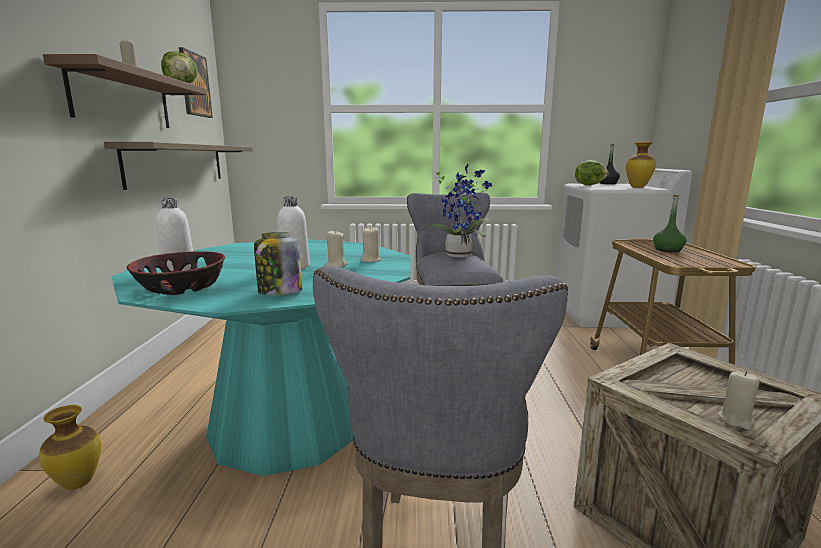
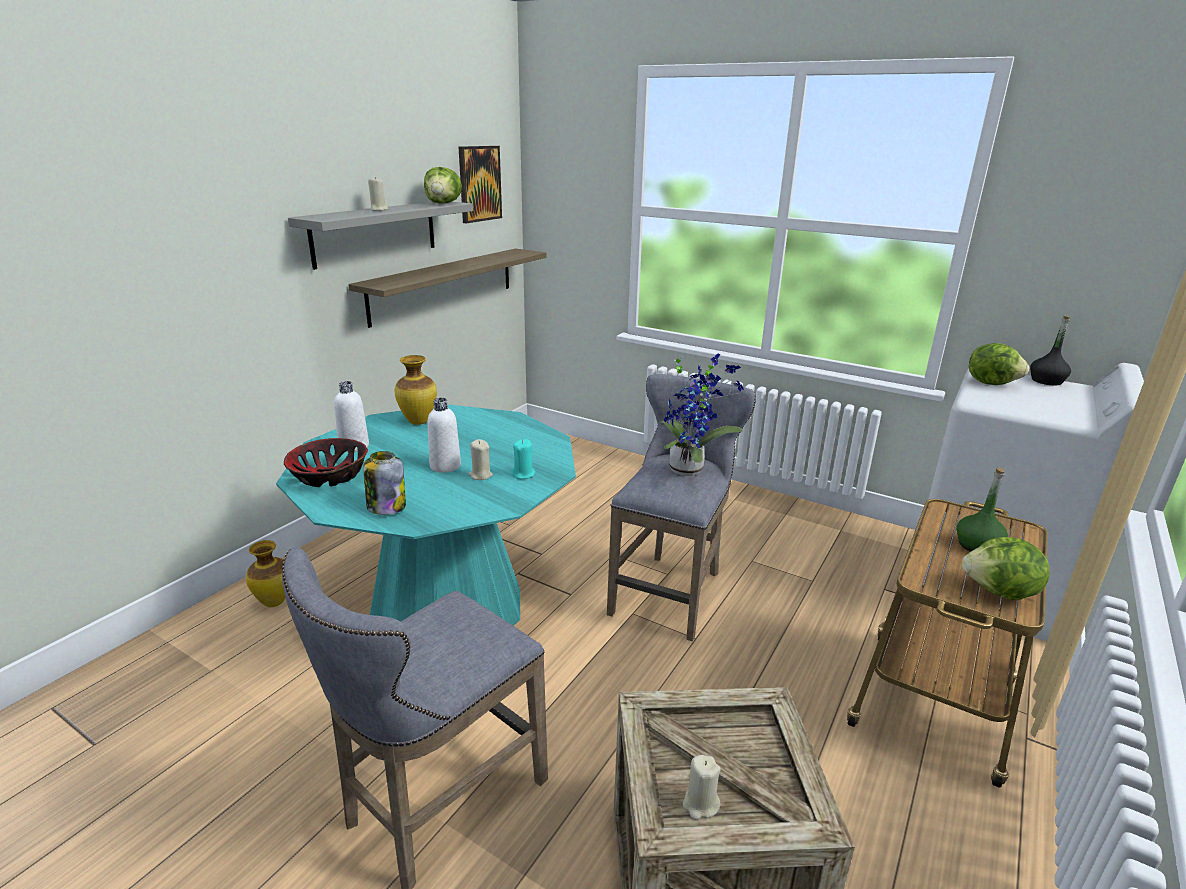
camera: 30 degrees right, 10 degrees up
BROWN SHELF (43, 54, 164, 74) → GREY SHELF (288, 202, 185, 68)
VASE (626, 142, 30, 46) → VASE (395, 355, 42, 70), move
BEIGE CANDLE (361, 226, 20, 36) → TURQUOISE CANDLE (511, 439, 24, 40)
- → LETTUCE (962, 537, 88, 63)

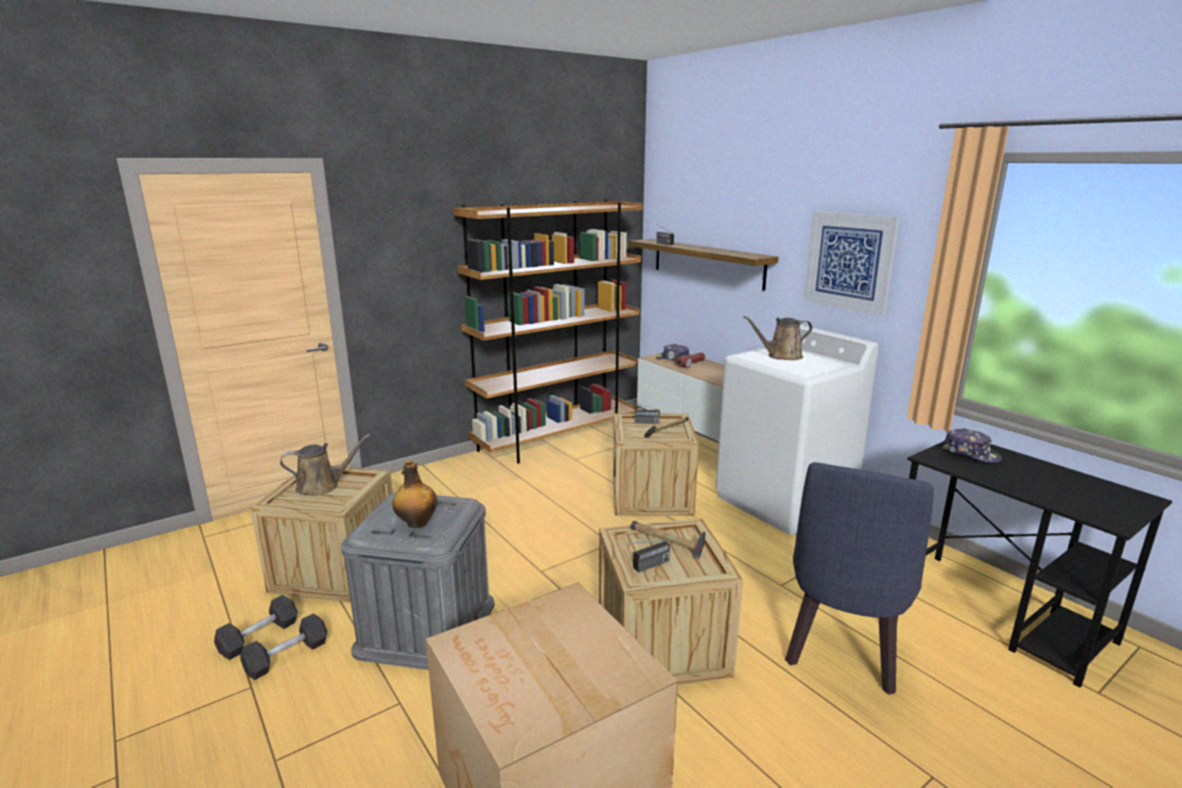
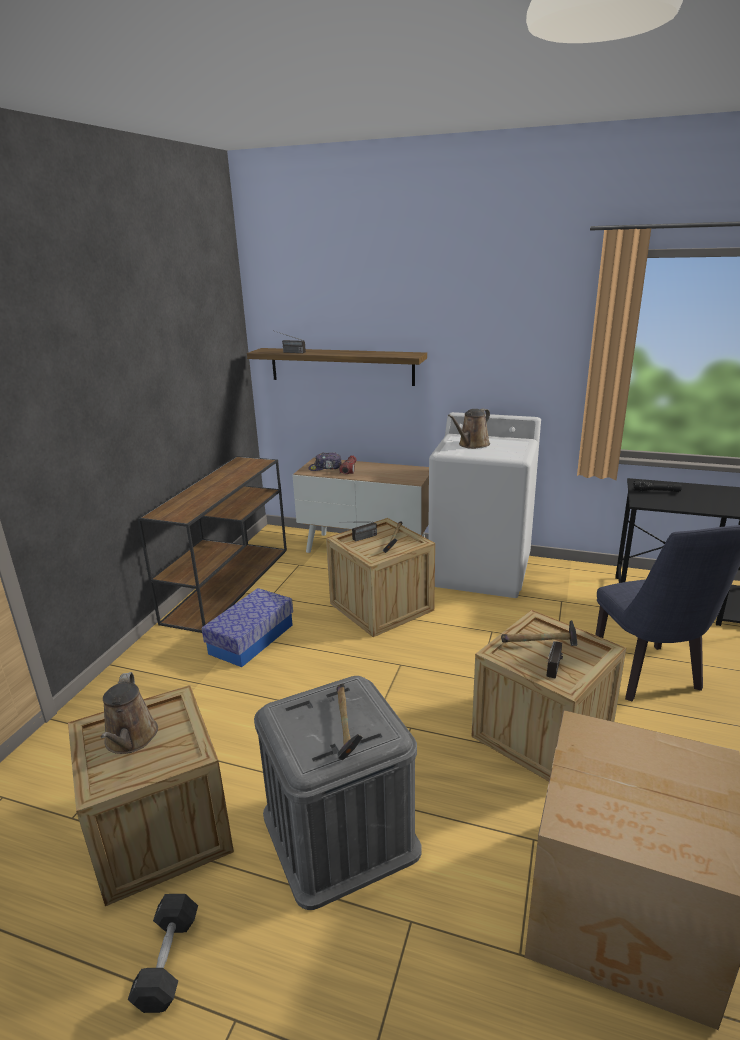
camera: 35 degrees left, 5 degrees up
BROWN WATERING CAN (280, 434, 90, 62) → BROWN WATERING CAN (100, 672, 58, 82), 135 degrees clockwise
BROWN BOOKCASE (453, 199, 189, 264) → BROWN CONSOLE TABLE (138, 456, 149, 177)
- → STORAGE BOX (202, 588, 91, 79)
BOTTLE (392, 460, 45, 68) → HAMMER (337, 684, 26, 76)
CAP (942, 428, 60, 35) → BLACK FLASHLIGHT (633, 480, 49, 12)
BLACK DUMBBELL (240, 613, 87, 67) → -
PICTURE (803, 211, 97, 105) → -

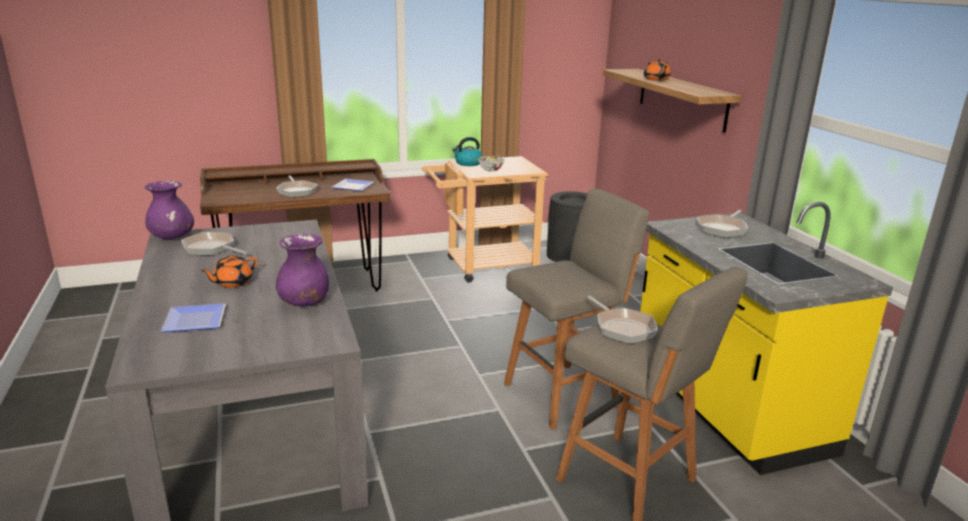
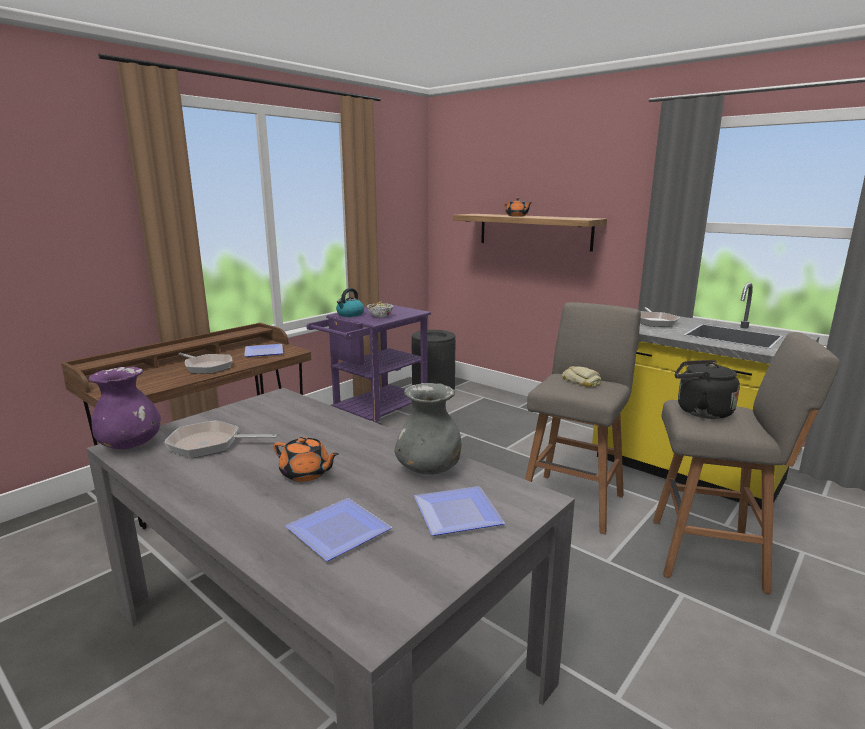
camera: 30 degrees left, 5 degrees down
ORANGE TEAPOT (201, 255, 56, 33) → ORANGE TEAPOT (273, 437, 66, 45), 75 degrees counterclockwise
BEIGE CART (422, 156, 126, 127) → PURPLE CART (306, 305, 125, 120)
PURPLE VASE (276, 234, 53, 73) → GREY VASE (394, 383, 67, 91)
- → PLATE (414, 486, 91, 50)
- → BREAD (562, 366, 39, 21)
FRYING PAN (587, 296, 71, 48) → BLACK KETTLE (675, 360, 65, 59)

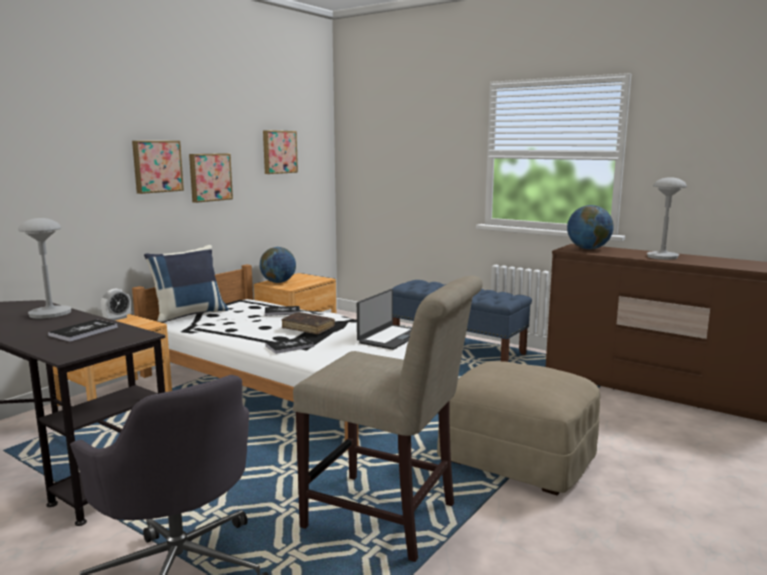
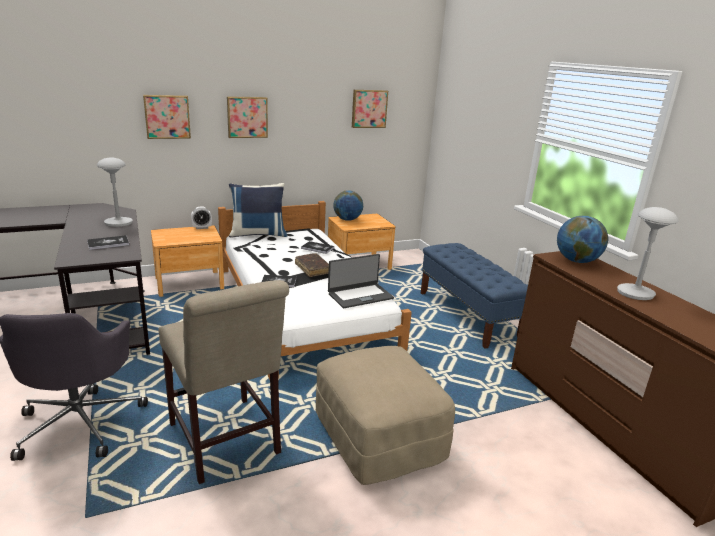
camera: 30 degrees right, 10 degrees up
PICTURE (189, 153, 44, 50) → PICTURE (143, 95, 48, 44), move

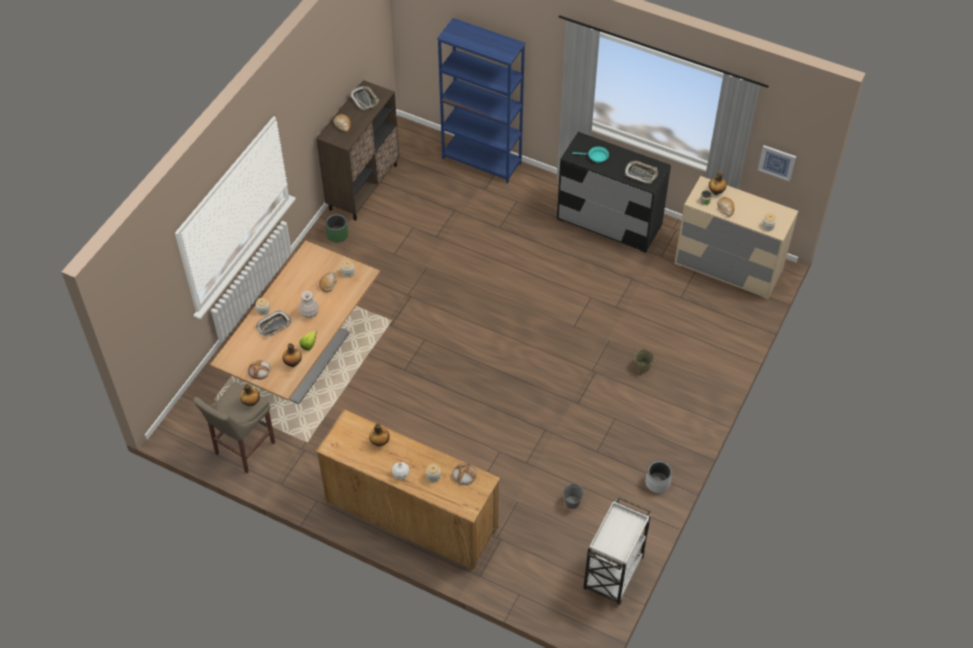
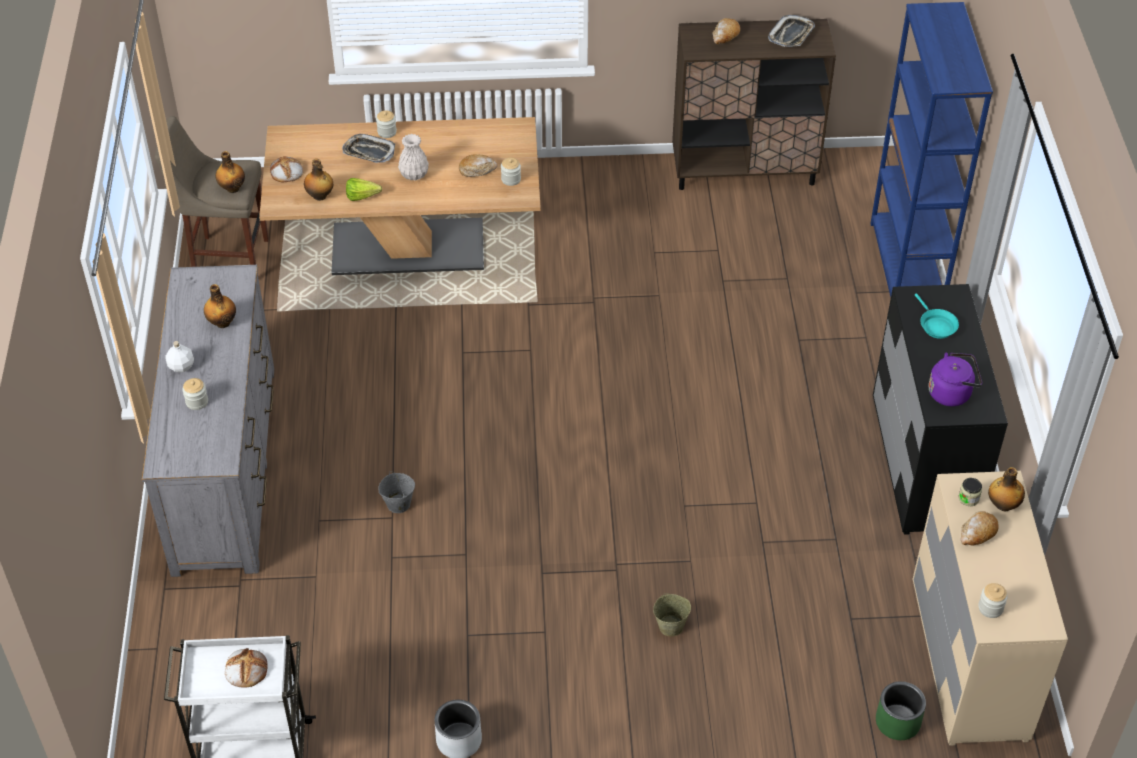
camera: 60 degrees right, 5 degrees down
BROWN DRESSER (315, 409, 185, 161) → GREY DRESSER (142, 265, 132, 312)
BREAD (452, 463, 25, 22) → BREAD (225, 648, 43, 40), move
GREY BUCKET (563, 484, 21, 25) → GREY BUCKET (378, 471, 37, 42), move
GREEN PLANTER (325, 214, 24, 28) → GREEN PLANTER (876, 681, 50, 59), move
TRAY (625, 161, 33, 23) → PURPLE KETTLE (928, 352, 54, 54)
PICTURE (758, 145, 38, 37) → -

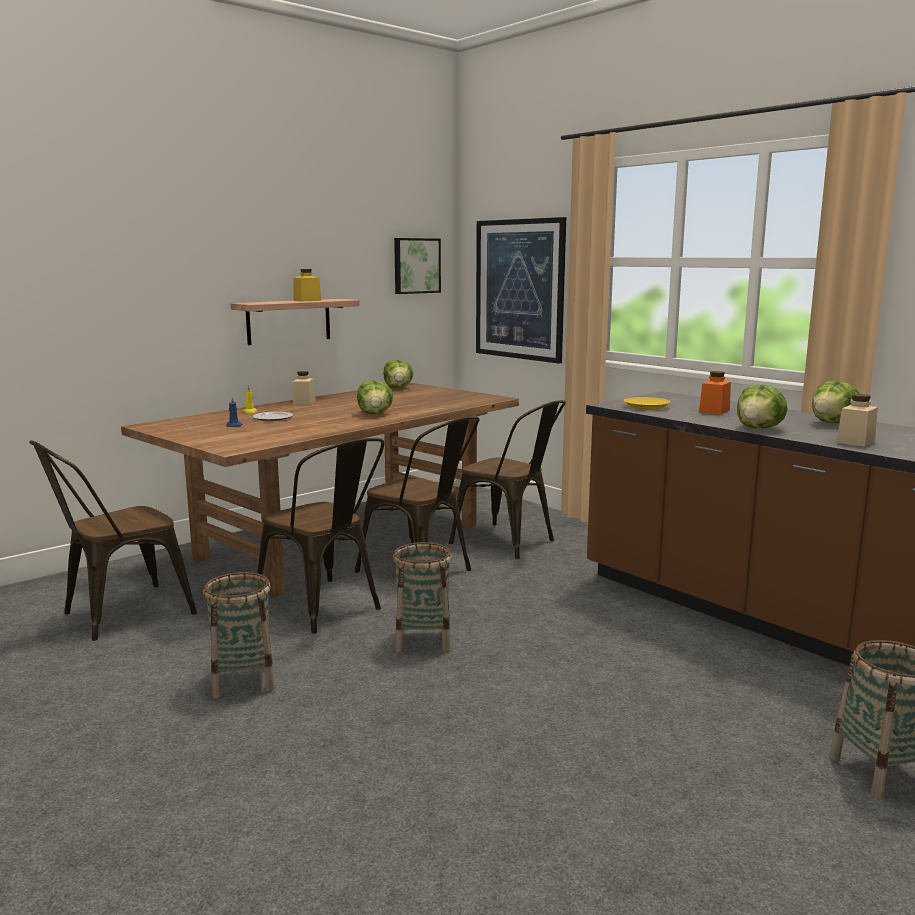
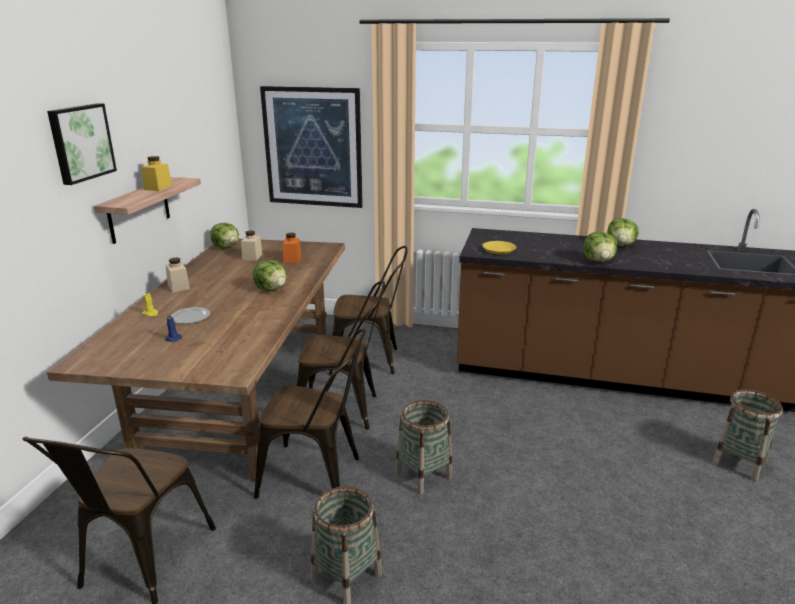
camera: 35 degrees left, 10 degrees up
PICTURE (394, 238, 47, 56) → PICTURE (47, 103, 70, 82), move
BEIGE JAR (836, 394, 42, 53) → BEIGE JAR (241, 230, 22, 31), move
ORANGE JAR (699, 371, 32, 44) → ORANGE JAR (283, 233, 18, 30), move

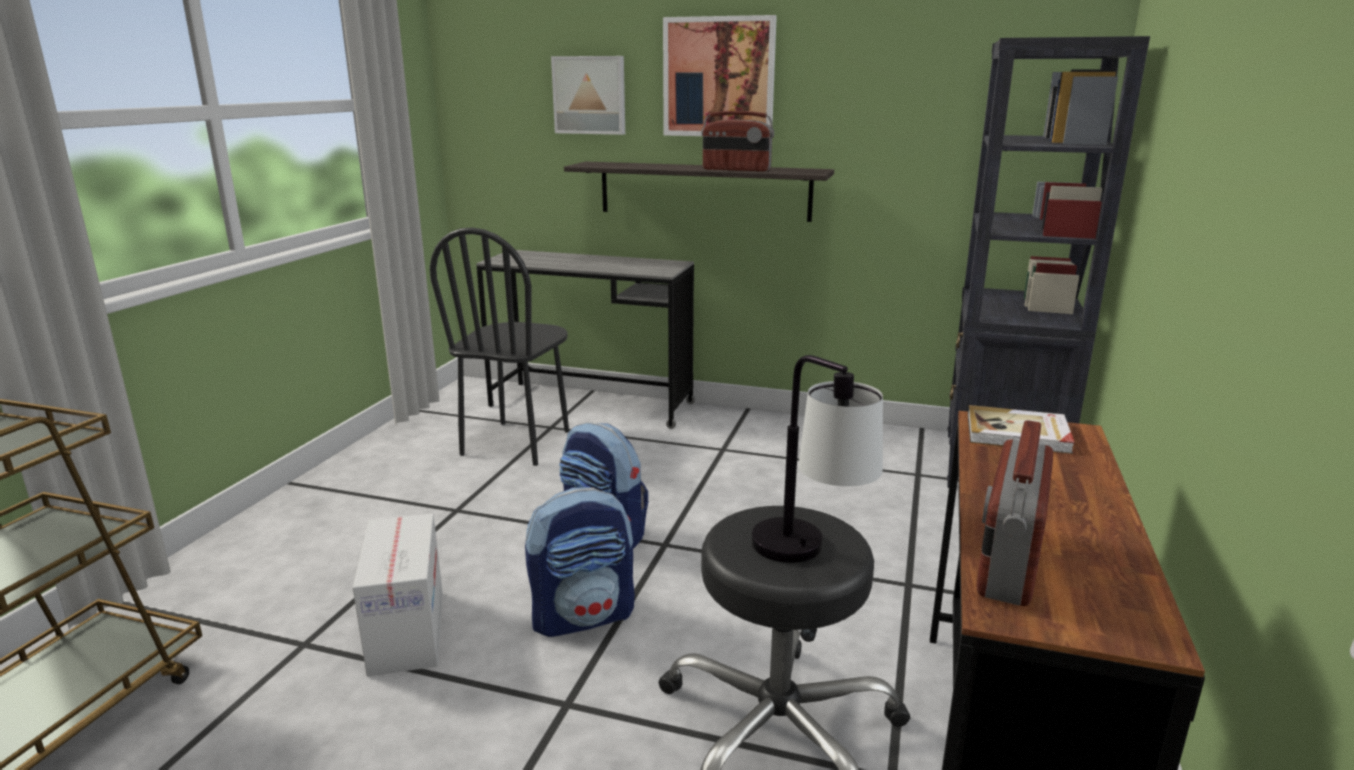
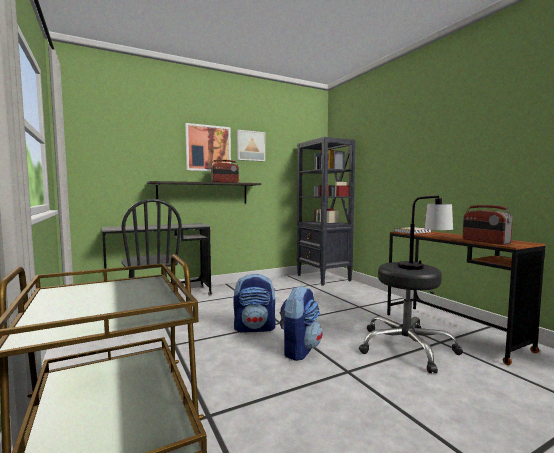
camera: 45 degrees left, 15 degrees down
PICTURE (551, 56, 74, 79) → PICTURE (237, 130, 28, 32), move
CARDBOARD BOX (353, 513, 90, 163) → -

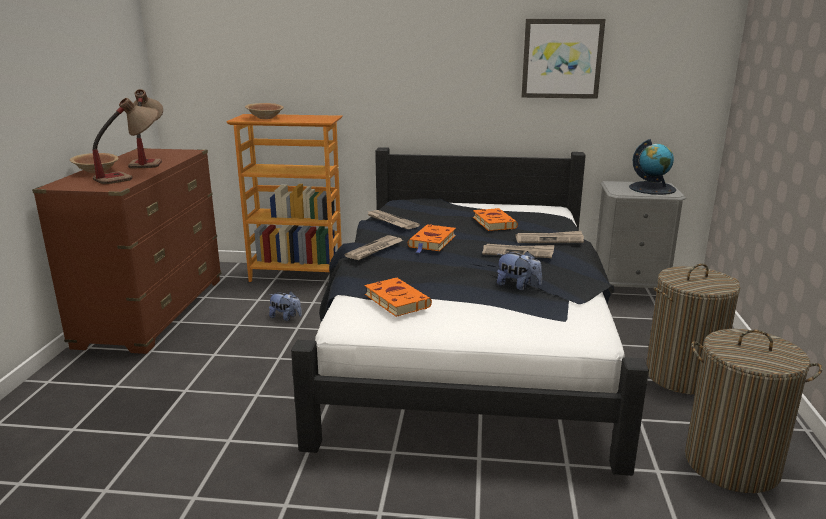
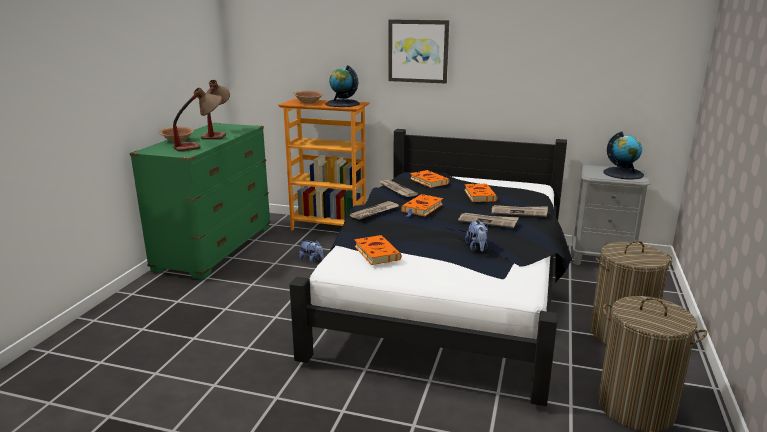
camera: 10 degrees right, 0 degrees up
BROWN DRESSER (32, 148, 189, 206) → GREEN DRESSER (130, 123, 141, 157)
- → GLOBE (325, 65, 35, 42)
PICTURE (521, 19, 85, 80) → PICTURE (388, 19, 61, 65), move
- → ORANGE BOOK (410, 170, 39, 18)
PLUSH TOY (497, 251, 45, 39) → PLUSH TOY (465, 219, 23, 33), 45 degrees clockwise

